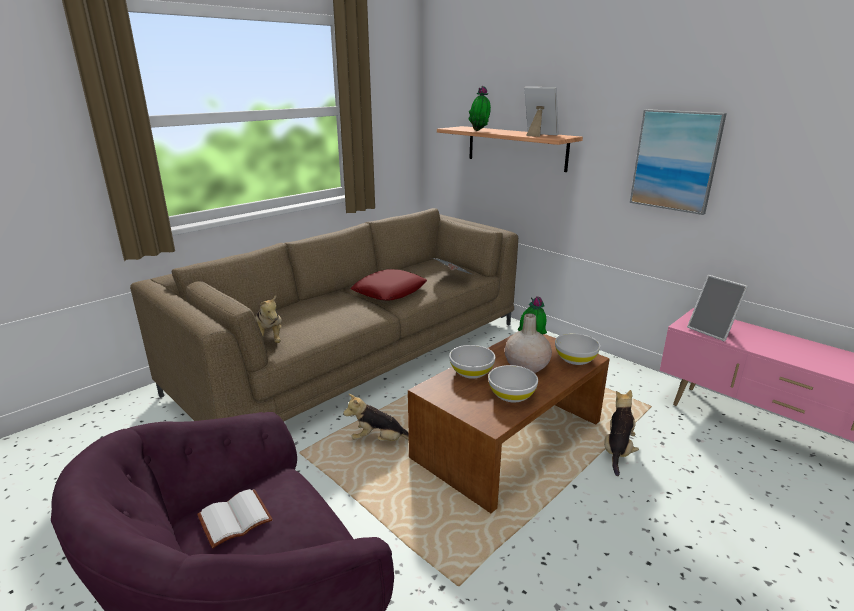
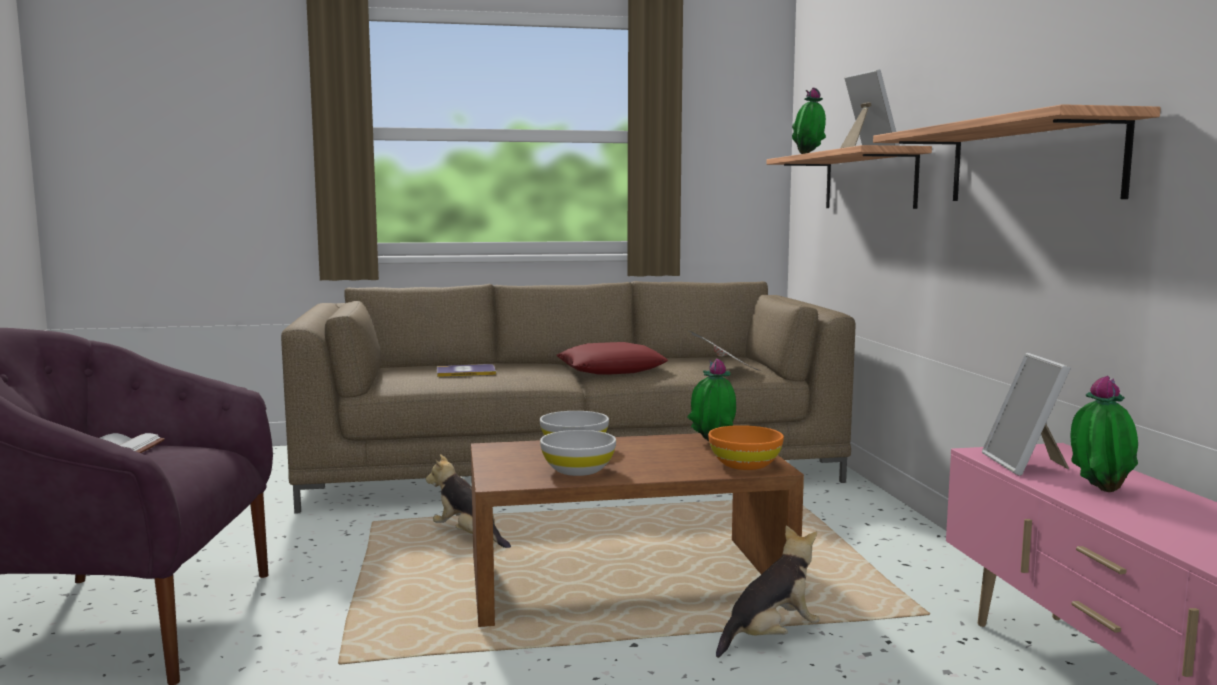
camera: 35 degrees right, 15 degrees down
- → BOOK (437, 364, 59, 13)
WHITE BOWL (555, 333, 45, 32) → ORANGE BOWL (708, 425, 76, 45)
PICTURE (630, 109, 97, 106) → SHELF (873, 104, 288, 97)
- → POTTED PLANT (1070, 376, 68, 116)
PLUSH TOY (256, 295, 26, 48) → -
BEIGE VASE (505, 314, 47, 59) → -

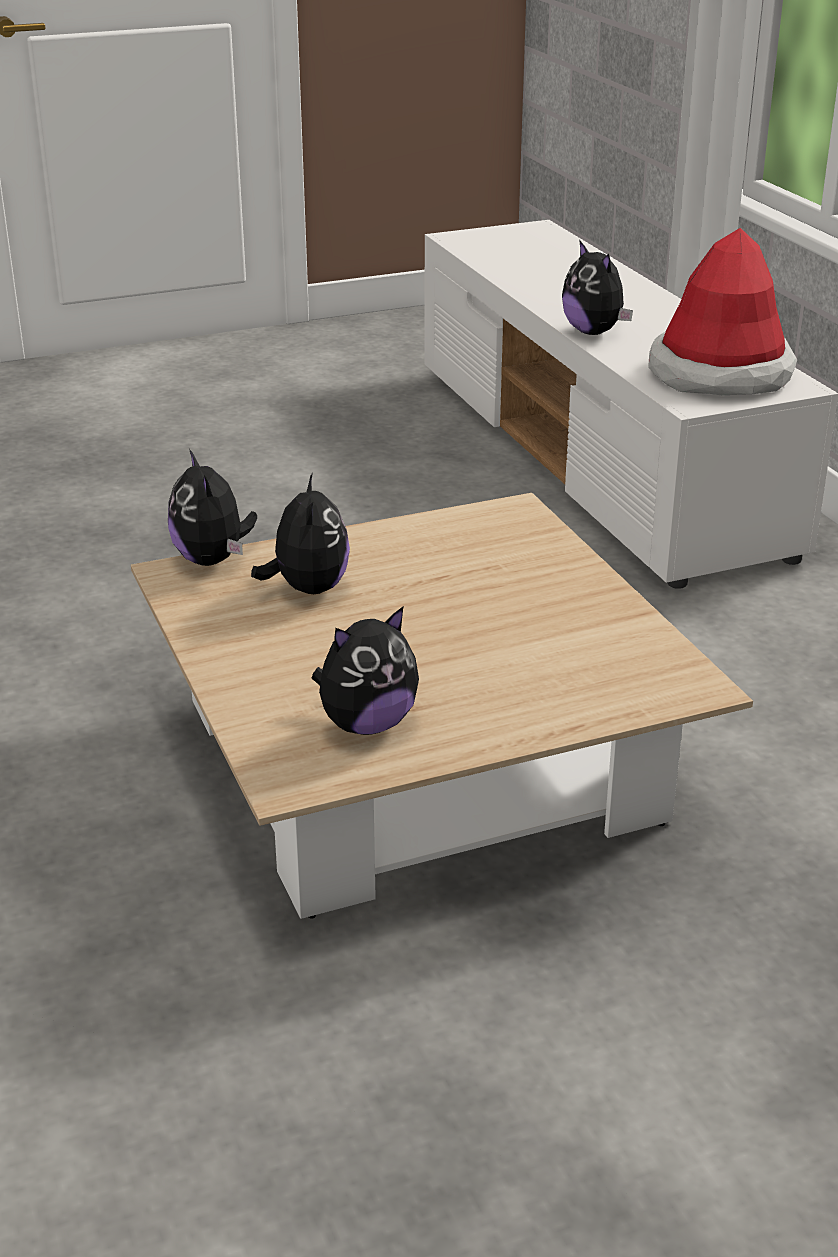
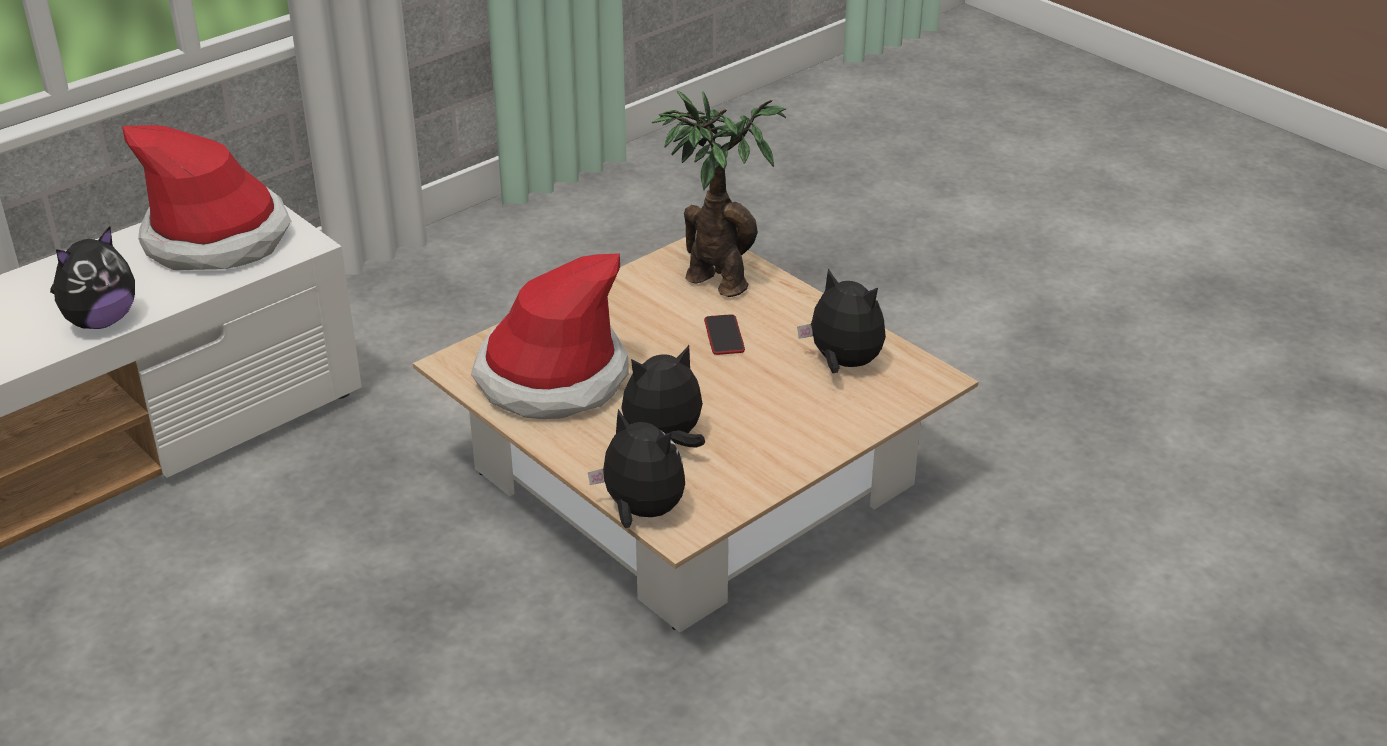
camera: 110 degrees left, 5 degrees up
- → HAT (471, 253, 158, 166)
PLUSH TOY (168, 449, 89, 117) → PLUSH TOY (588, 409, 97, 119), 105 degrees counterclockwise
- → POTTED PLANT (652, 90, 134, 207)
- → PHONE (704, 314, 41, 41)

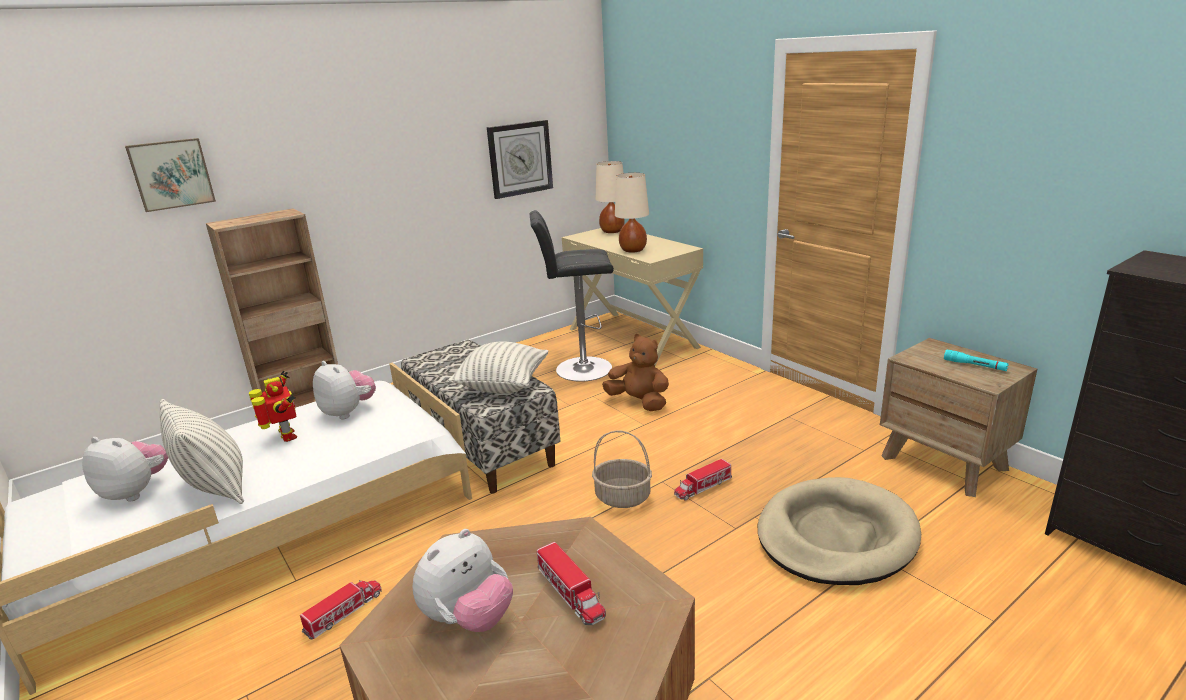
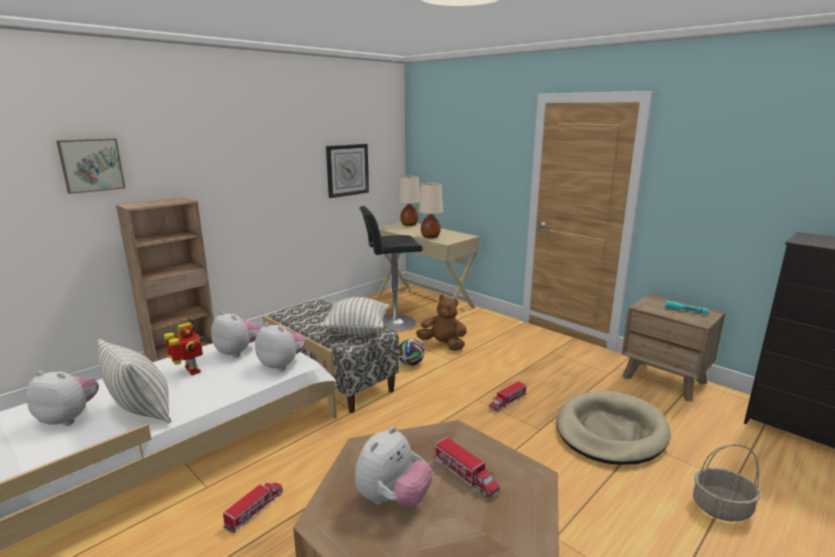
camera: 10 degrees left, 5 degrees down
- → PLUSH TOY (255, 322, 51, 49)
- → FOOTBALL (399, 339, 25, 27)
BASKET (592, 430, 60, 78) → BASKET (693, 444, 68, 78), move

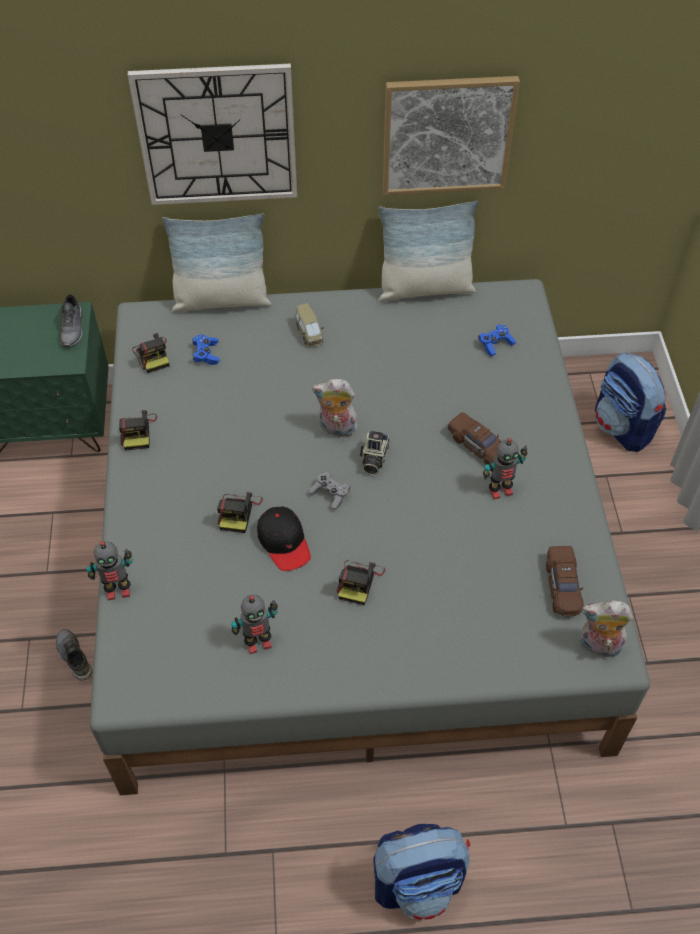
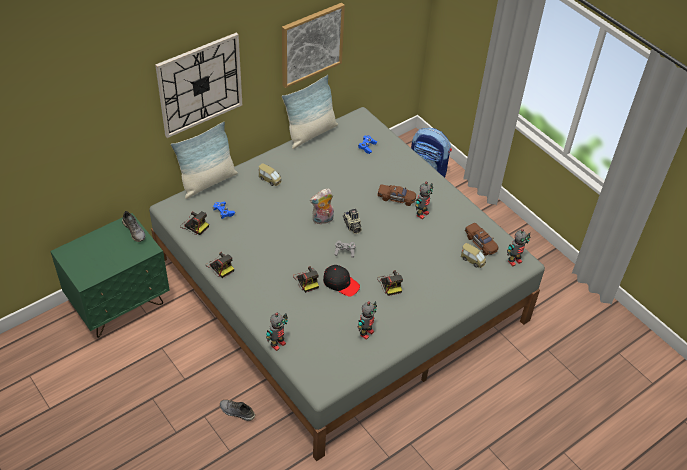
camera: 35 degrees left, 5 degrees down
- → TOY CAR (461, 243, 25, 25)
PLUSH TOY (580, 600, 53, 58) → TOY ROBOT (507, 229, 23, 38)
BACKPACK (373, 824, 97, 96) → -

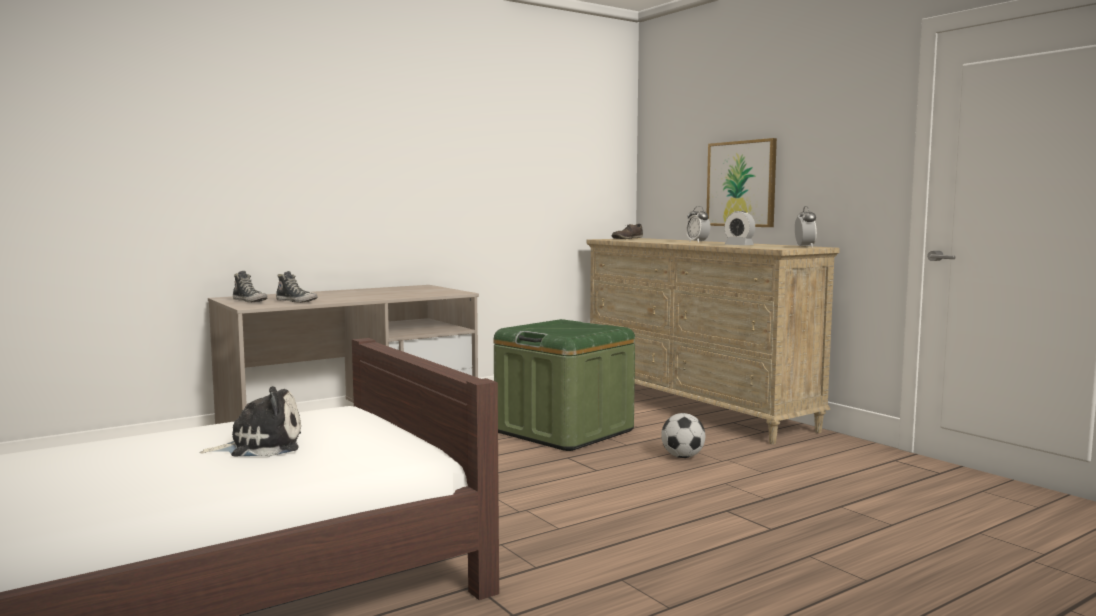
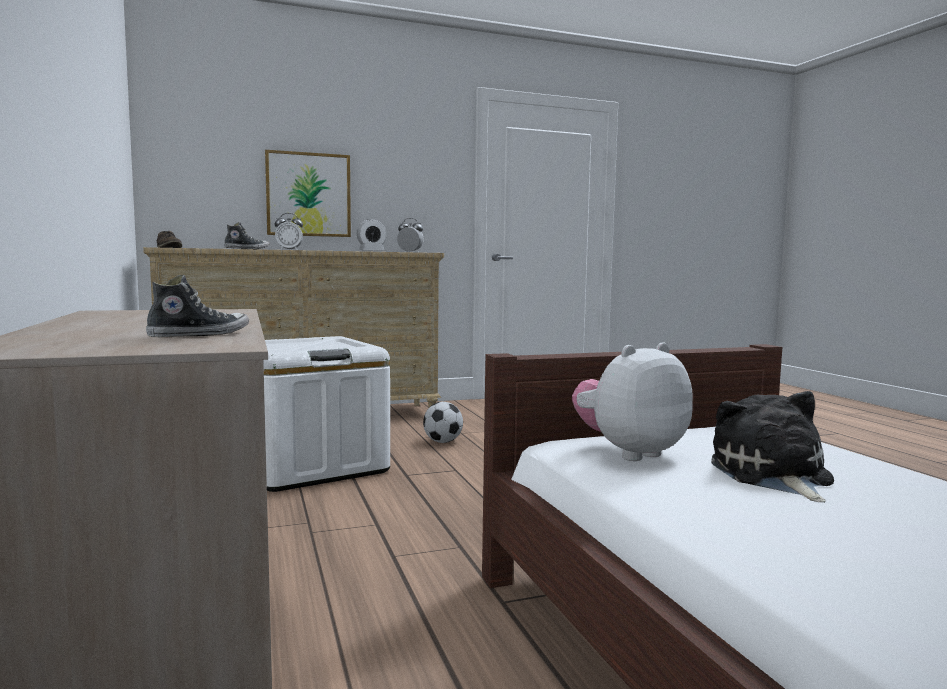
camera: 75 degrees left, 0 degrees up
SHOE (233, 271, 34, 31) → SHOE (224, 222, 46, 27), move
GREEN STORAGE BOX (494, 319, 141, 132) → WHITE STORAGE BOX (263, 336, 127, 156)
- → PLUSH TOY (572, 342, 121, 119)

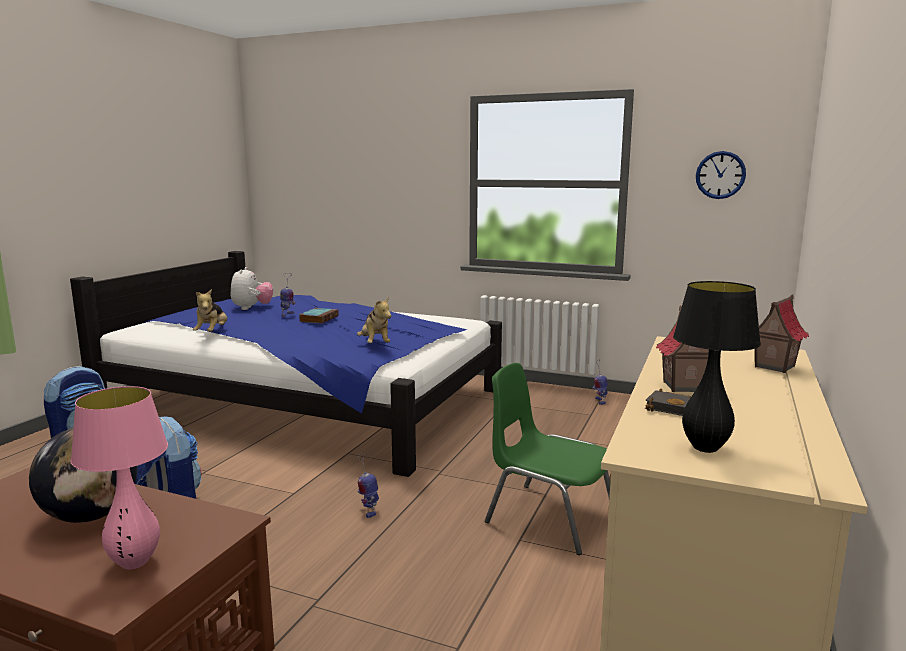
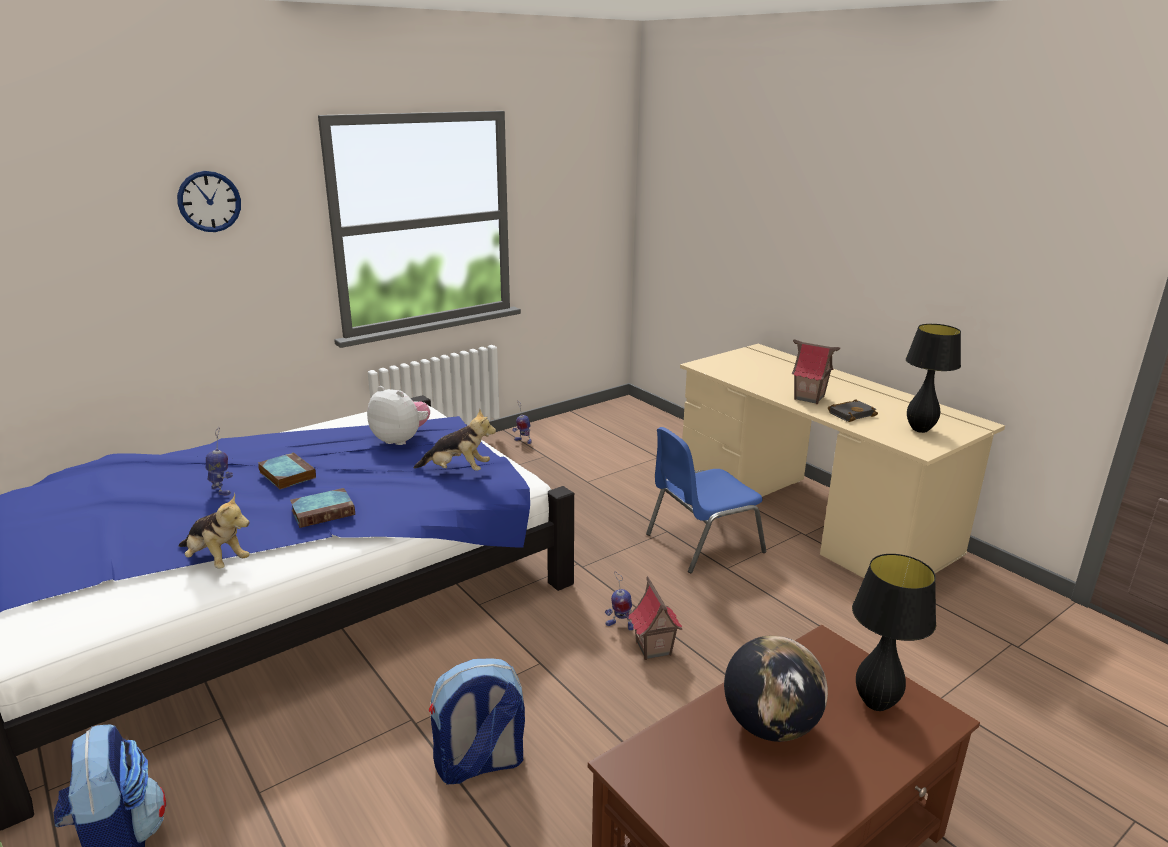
camera: 60 degrees left, 10 degrees up
WALL CLOCK (696, 151, 50, 48) → WALL CLOCK (177, 171, 64, 61), move
- → BOOK (290, 488, 65, 40)
PLUSH TOY (231, 267, 42, 43) → PLUSH TOY (367, 386, 63, 59), move
TOY HOUSE (755, 294, 54, 79) → TOY HOUSE (629, 576, 53, 84), move
GREEN CHAIR (485, 363, 125, 192) → BLUE CHAIR (646, 427, 120, 146)
PINK TABLE LAMP (71, 386, 97, 183) → BLACK TABLE LAMP (852, 554, 84, 157)

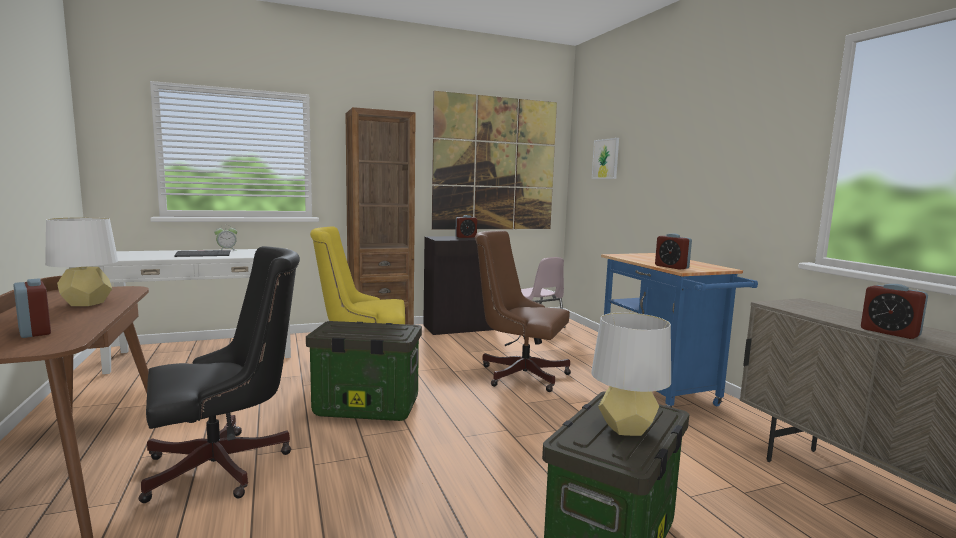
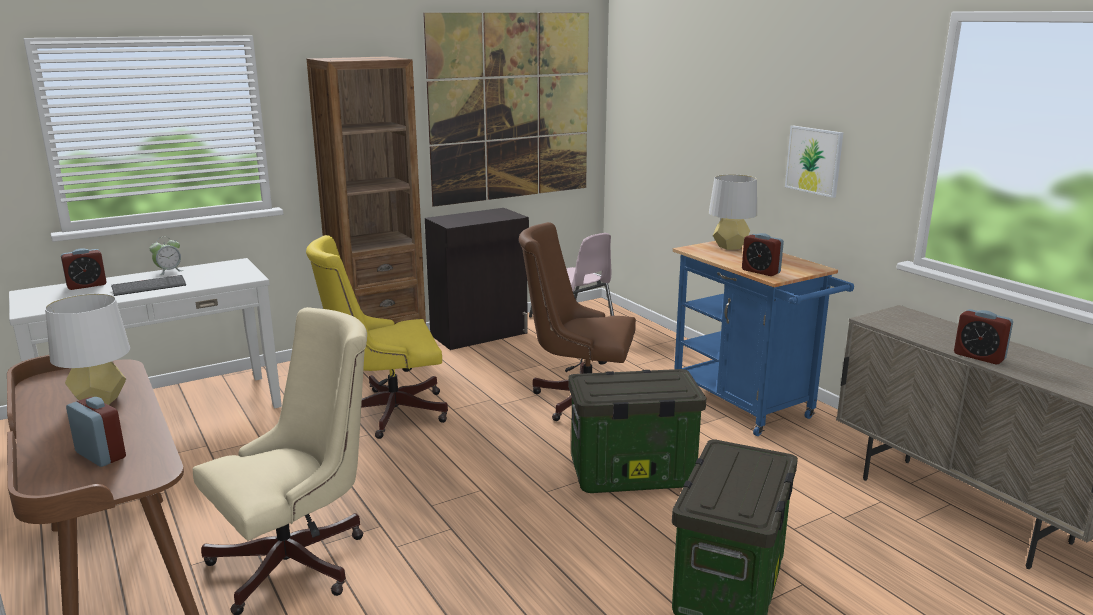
camera: 10 degrees left, 10 degrees up
ALARM CLOCK (455, 215, 22, 23) → ALARM CLOCK (61, 248, 46, 42), move
BLACK OFFICE CHAIR (138, 246, 162, 257) → BEIGE OFFICE CHAIR (193, 307, 174, 308)
STORAGE BOX (306, 321, 116, 100) → STORAGE BOX (568, 369, 138, 124), move
GREY TABLE LAMP (591, 312, 80, 124) → GREY TABLE LAMP (709, 174, 48, 76), move
PICTURE (592, 138, 27, 41) → PICTURE (785, 126, 58, 72), move

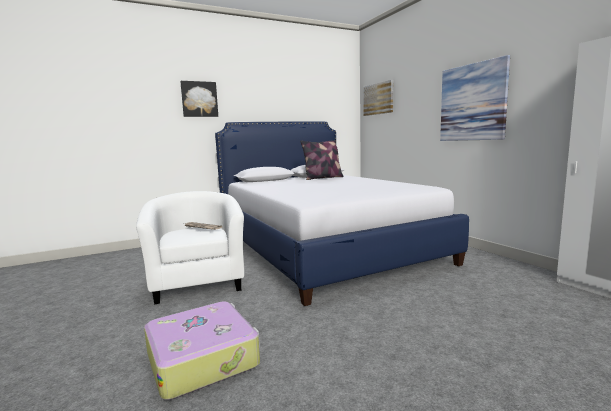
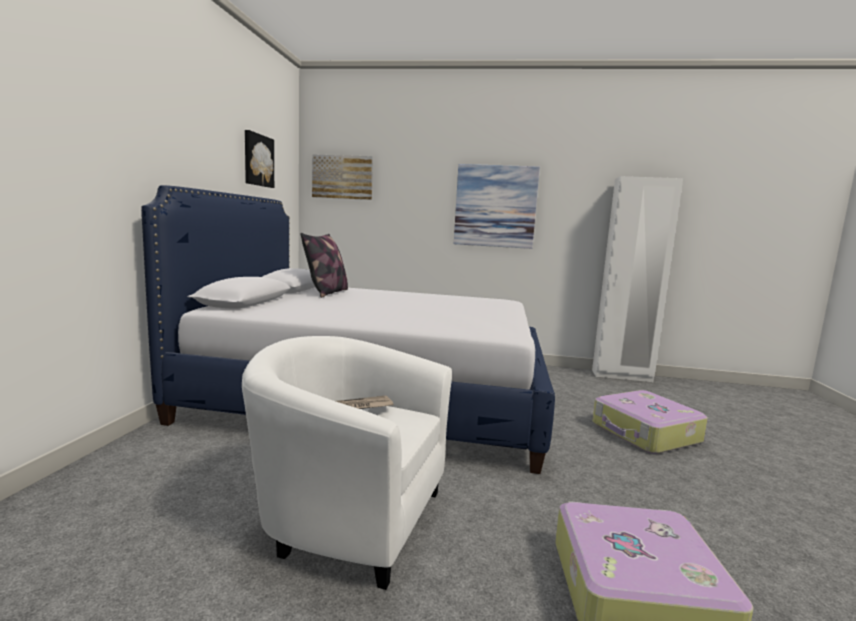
camera: 55 degrees left, 0 degrees up
PICTURE (180, 81, 38, 36) → PICTURE (245, 130, 29, 58), move
- → SUITCASE (592, 390, 116, 64)

